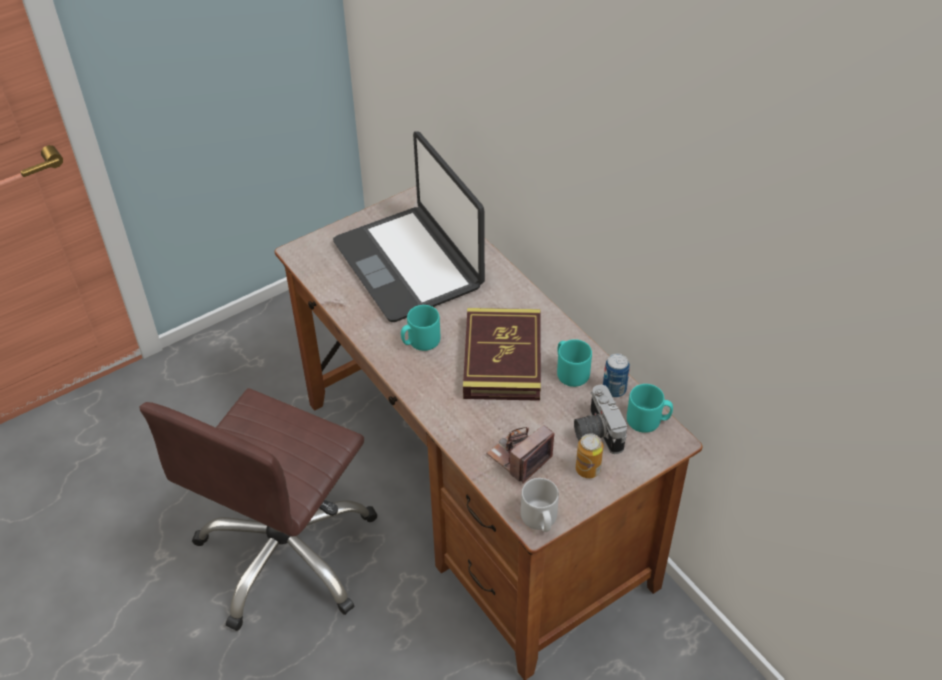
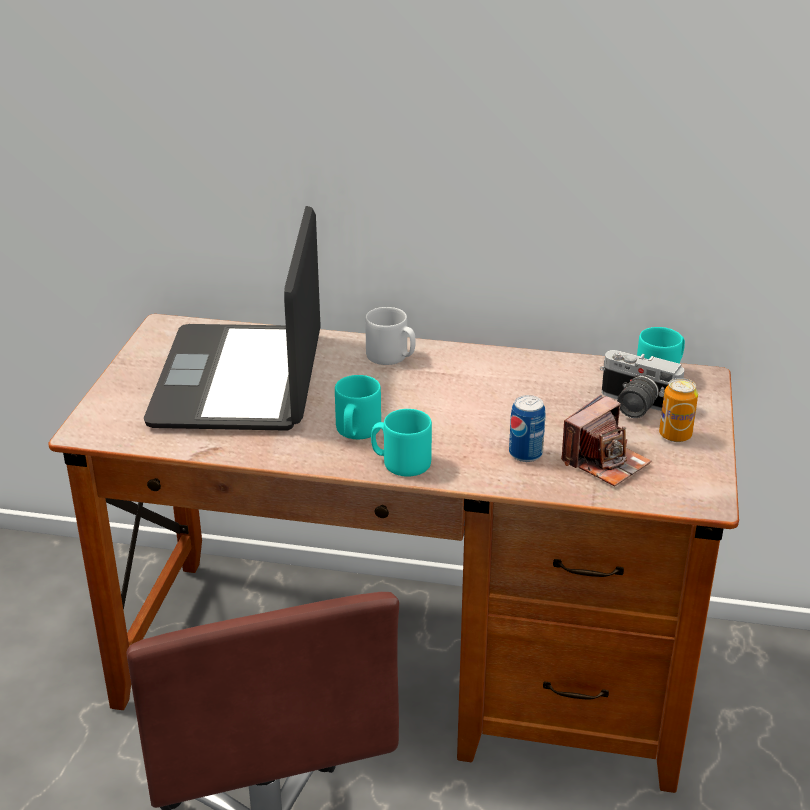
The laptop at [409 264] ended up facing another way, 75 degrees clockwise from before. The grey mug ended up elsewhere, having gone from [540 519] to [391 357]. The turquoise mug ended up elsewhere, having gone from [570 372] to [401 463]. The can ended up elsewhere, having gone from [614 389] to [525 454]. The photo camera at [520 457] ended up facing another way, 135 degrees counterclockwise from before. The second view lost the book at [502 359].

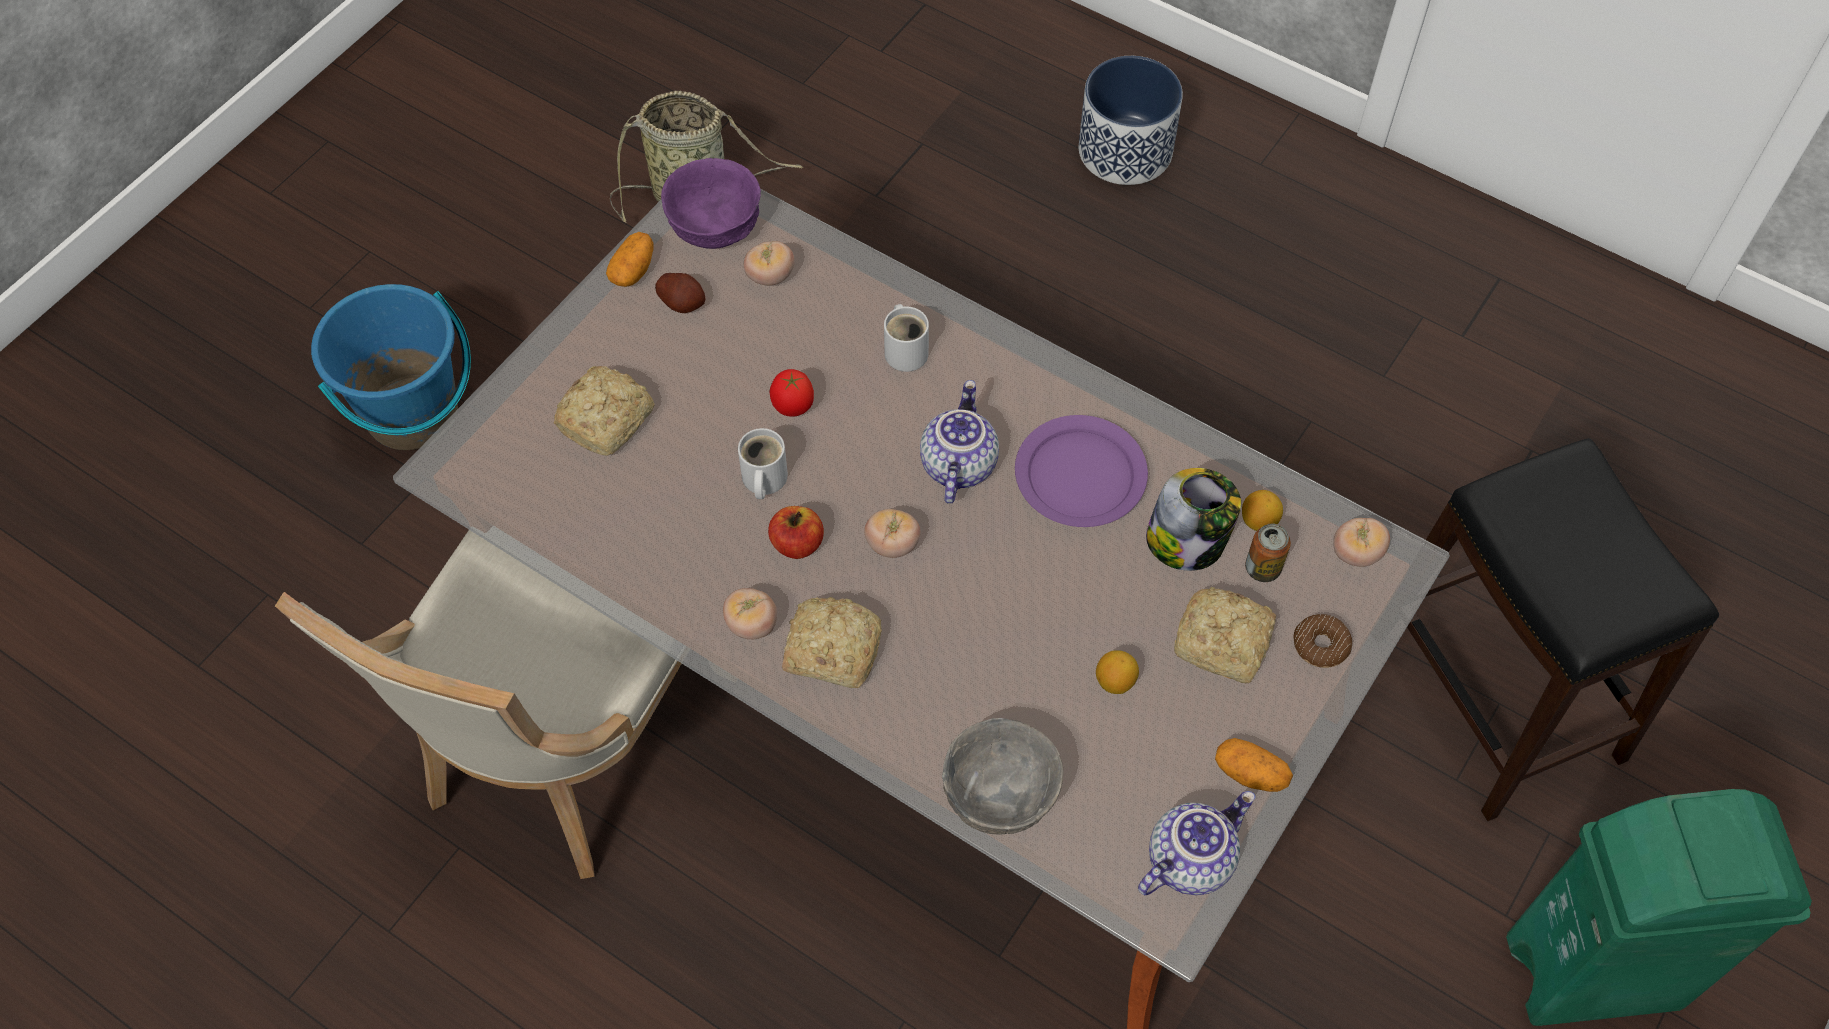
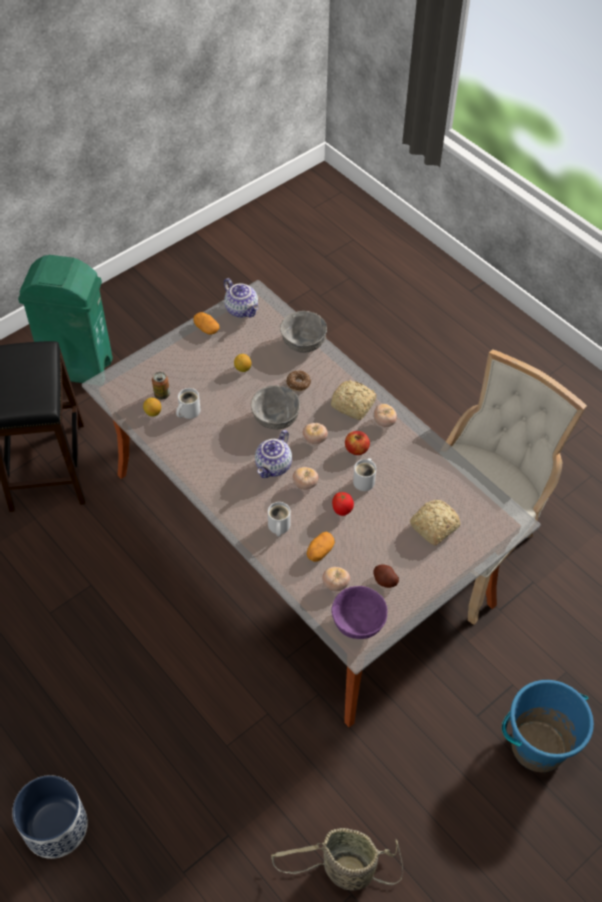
Where the jar stood at [1187 542], the white mug came to stand at [187 411]. The teapot at [1189 859] ended up facing another way, 105 degrees counterclockwise from before. The second view gained the grey bowl at [275 418]. The donut ended up elsewhere, having gone from [1321 645] to [298 383]. The tomato ended up elsewhere, having gone from [1356 553] to [305 484]. The potato ended up elsewhere, having gone from [633 270] to [320 551]. The second view lost the purple plate at [1079 474]. The second view lost the bread at [1224 644].

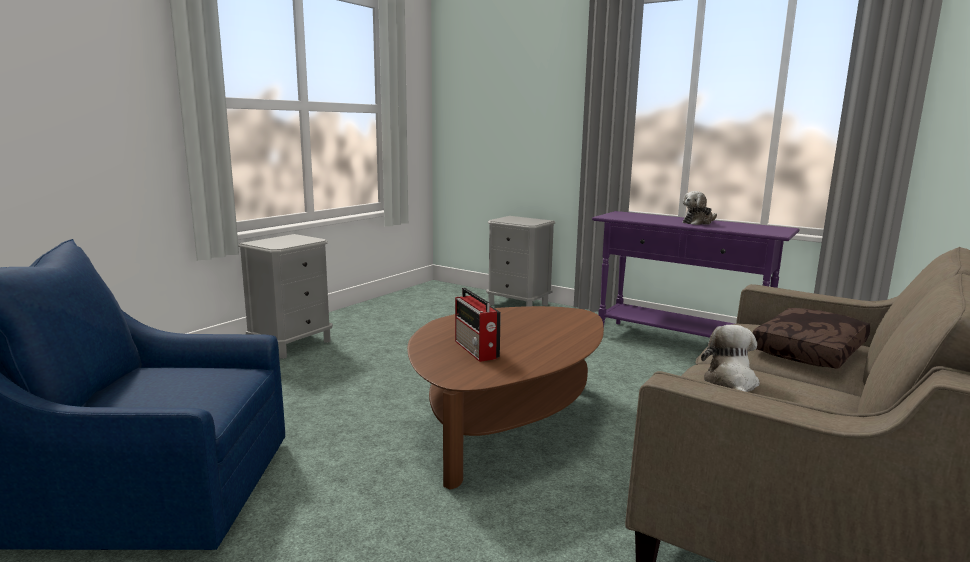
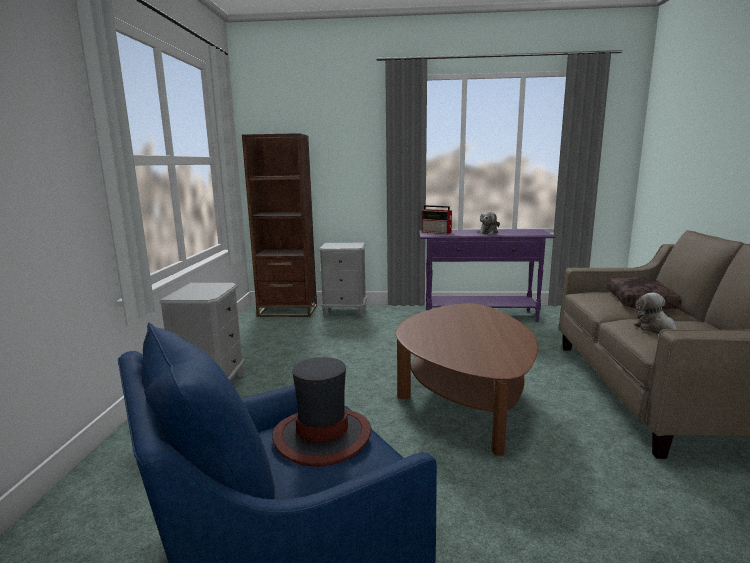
The second view gained the brown bookcase at [287 311]. The second view gained the hat at [322 436]. The radio ended up elsewhere, having gone from [476 350] to [437 232].

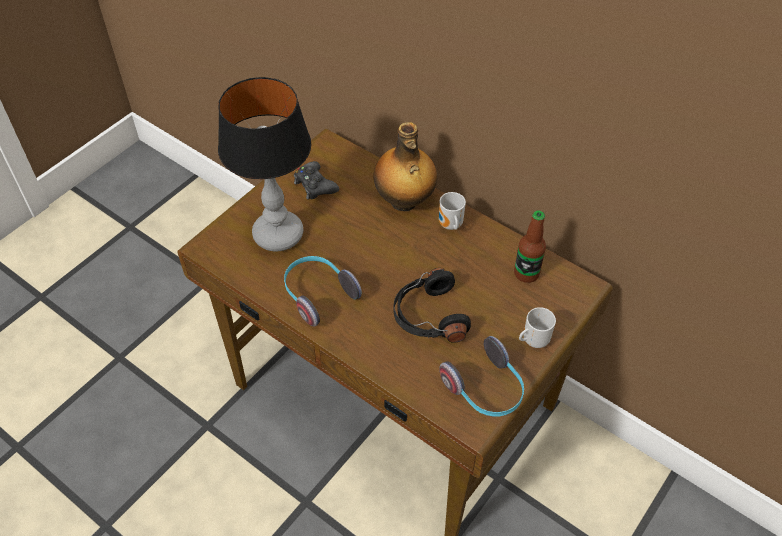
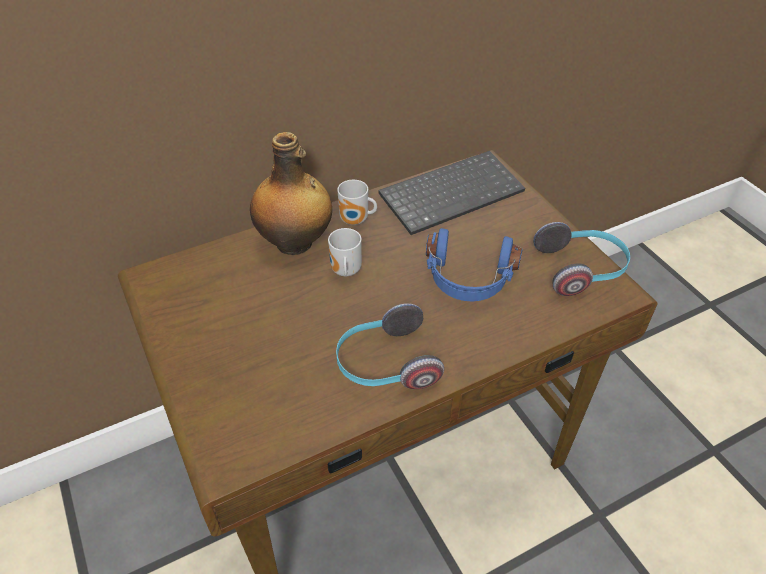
The mug ended up elsewhere, having gone from [533 340] to [344 272]. Where the bottle stood at [526 273], the keyboard came to stand at [452 192]. What was the black headphones at [428 316] turned into the blue headphones at [468 279]. The second view lost the table lamp at [277 235]. The second view lost the black game controller at [315 185].

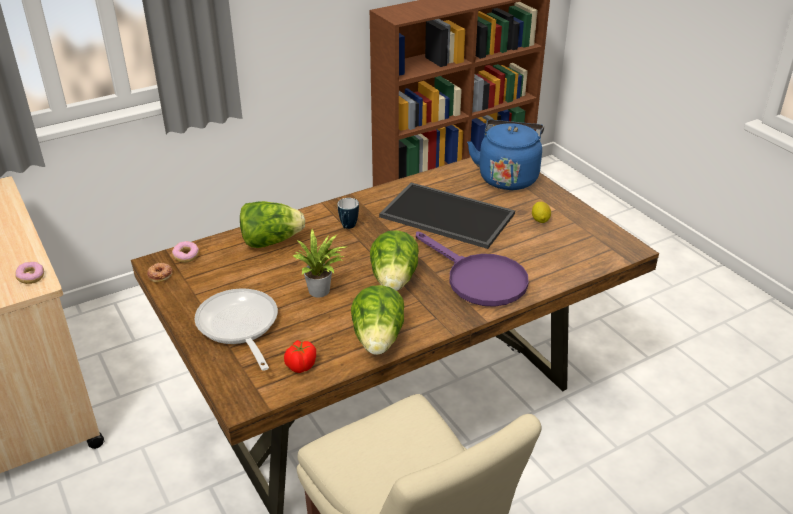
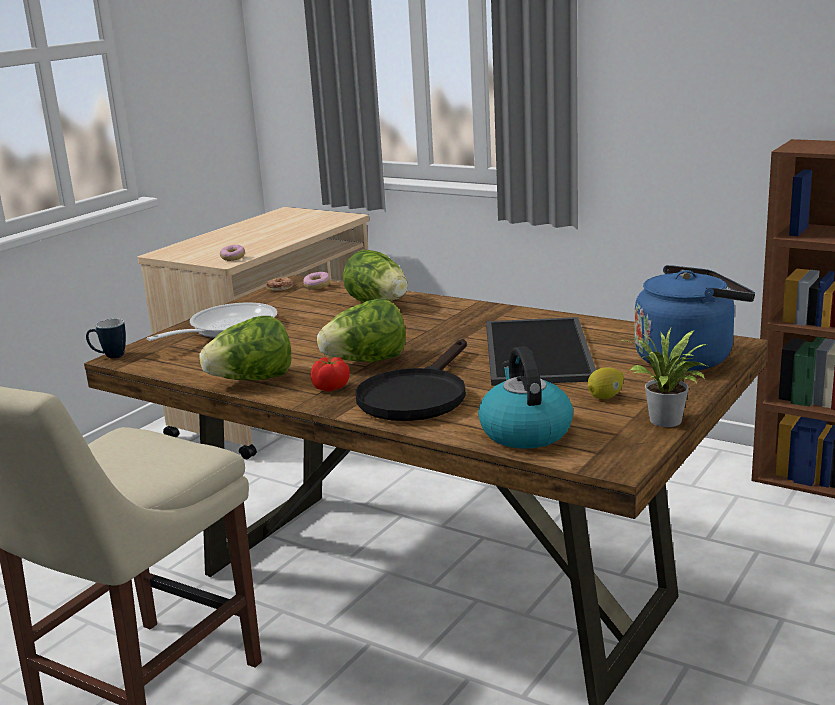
The mug ended up elsewhere, having gone from [347 228] to [109 356]. The tomato ended up elsewhere, having gone from [301 366] to [331 388]. What was the purple frying pan at [478 279] turned into the black frying pan at [417 395]. The second view gained the kettle at [524 432]. The potted plant ended up elsewhere, having gone from [321 291] to [666 422].

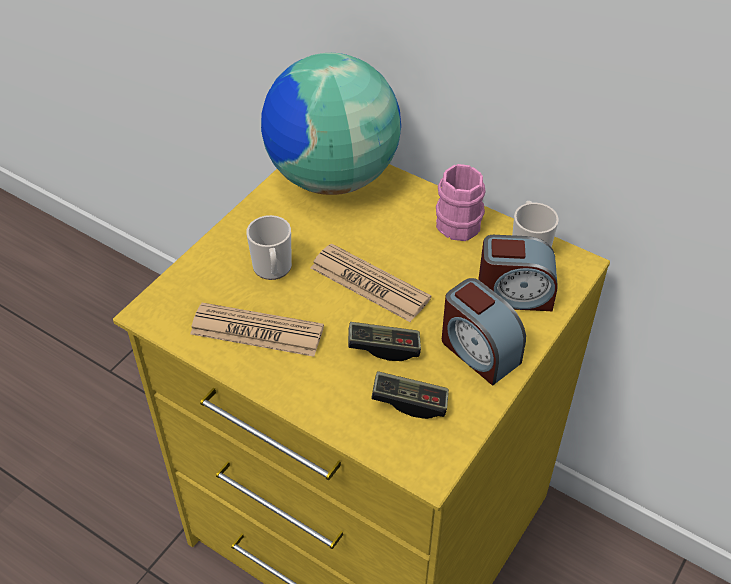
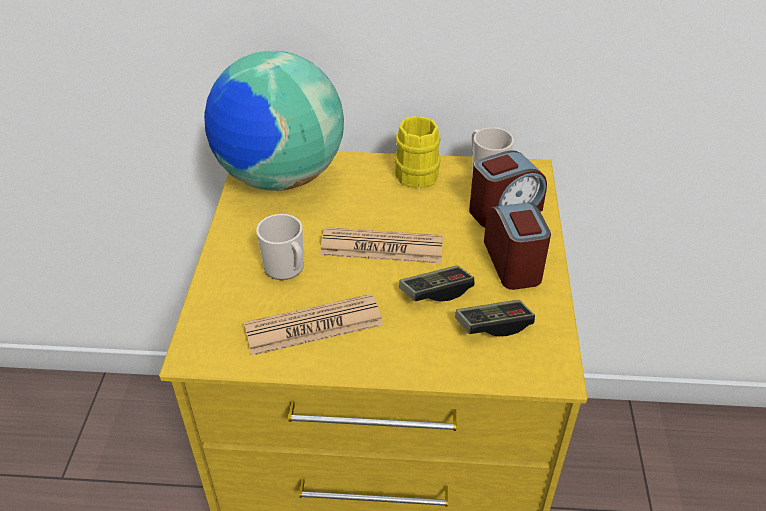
What was the pink mug at [459 219] turned into the yellow mug at [414 171]. The alarm clock at [478 351] ended up facing another way, 120 degrees counterclockwise from before.

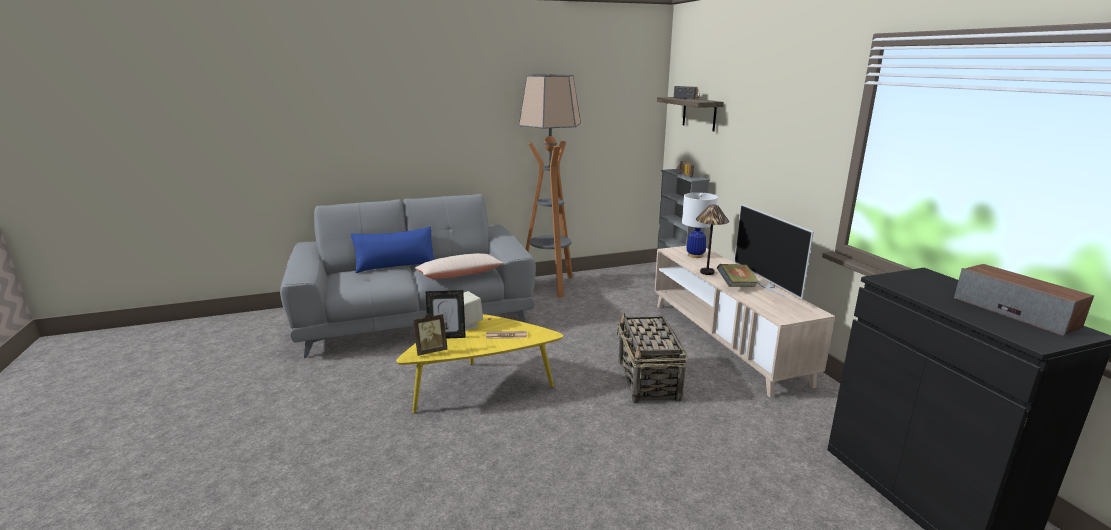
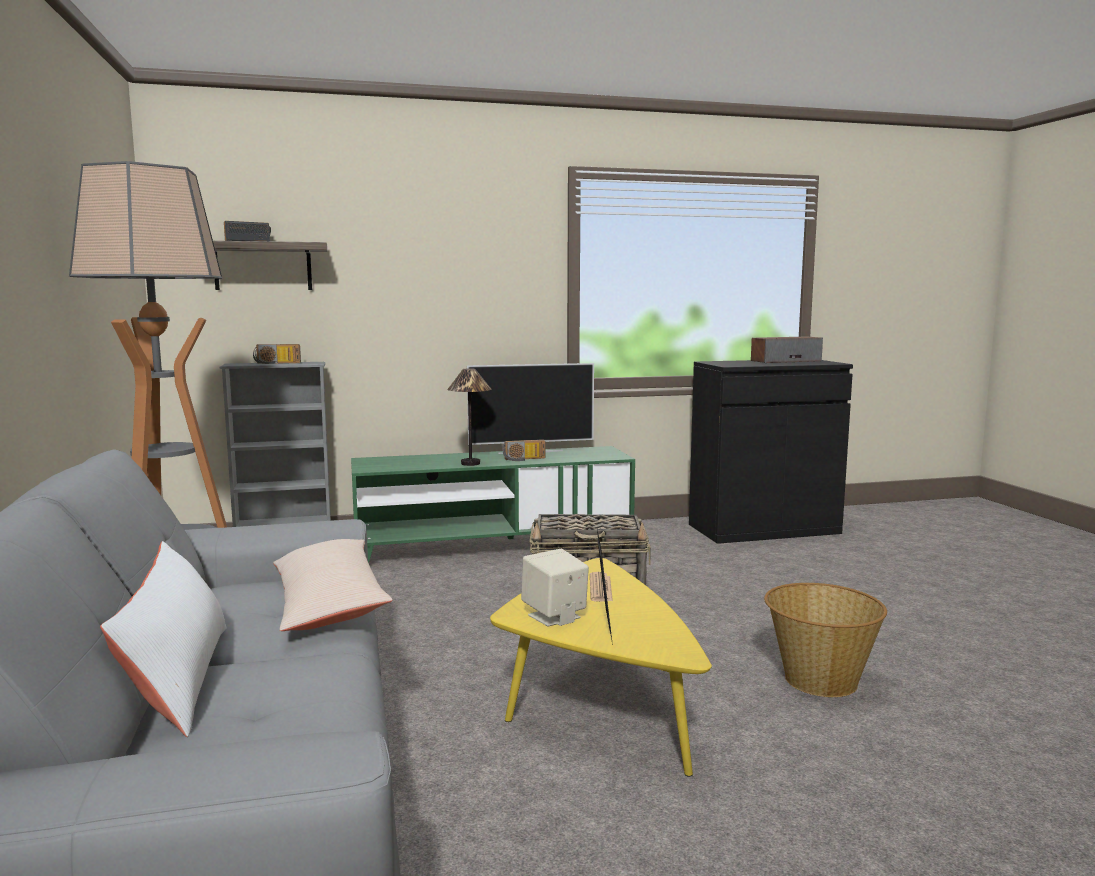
What was the blue pillow at [395 265] turned into the white pillow at [178 678]. What was the beige tv stand at [725 341] turned into the green tv stand at [493 548]. Where the book stood at [736 286], the radio came to stand at [524 459]. The second view gained the basket at [819 680]. The second view lost the picture frame at [431 351]. The second view lost the white table lamp at [695 255].

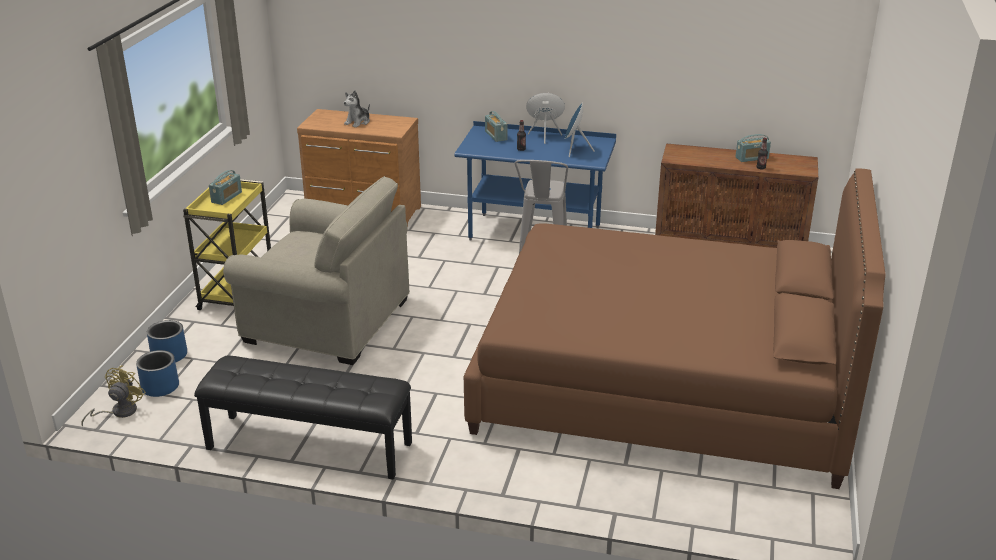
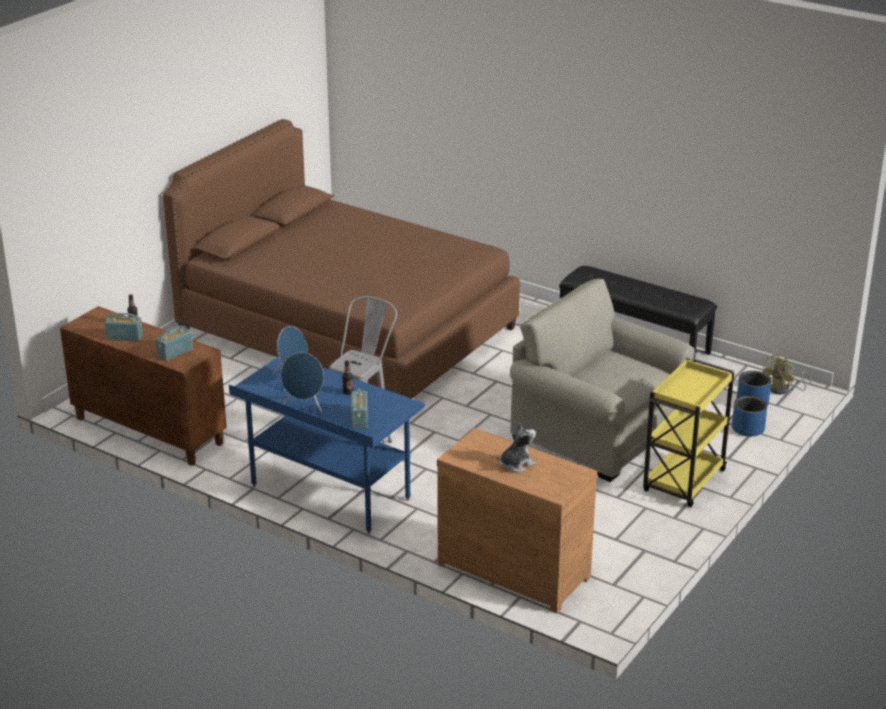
The radio ended up elsewhere, having gone from [226 197] to [175 352].

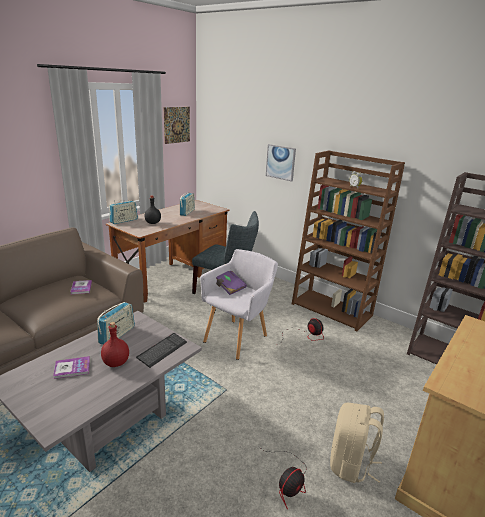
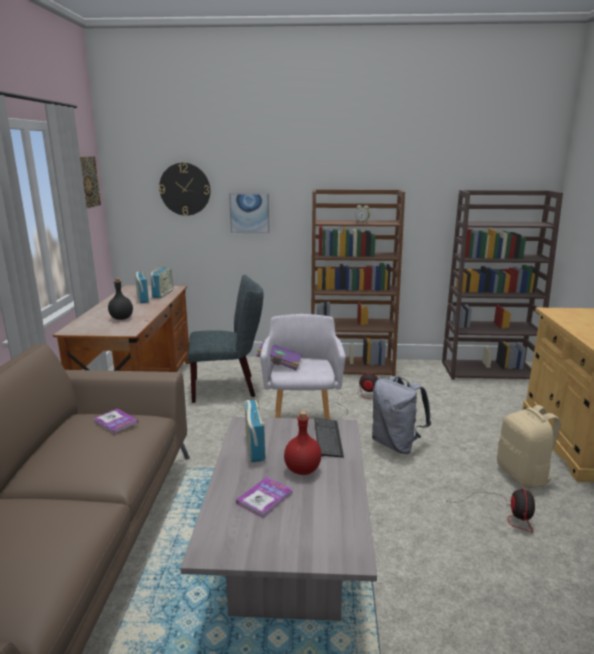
The radio ended up elsewhere, having gone from [124 221] to [163 294]. The second view gained the wall clock at [185 189]. The second view gained the grey backpack at [396 444].

